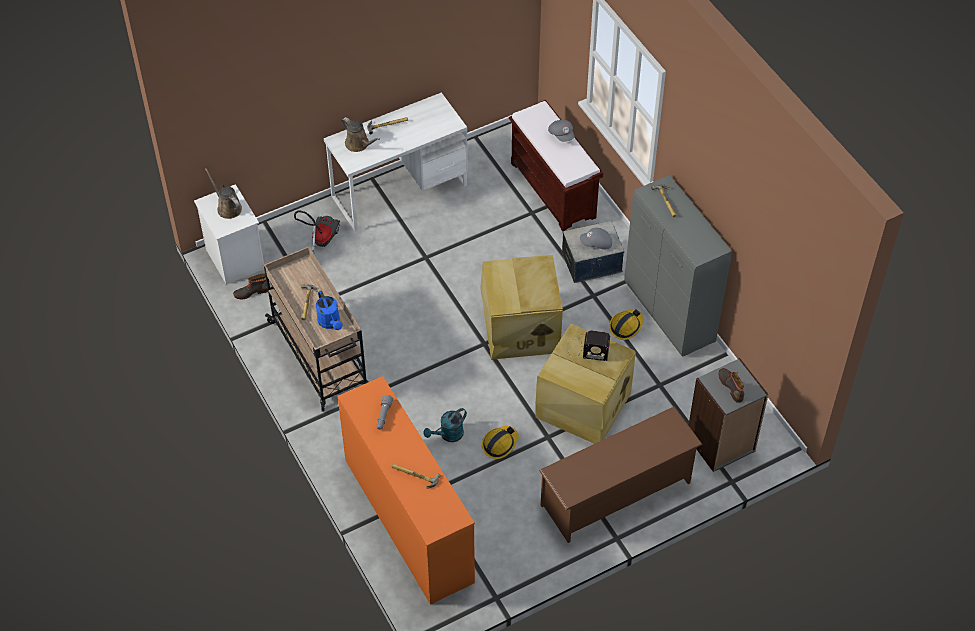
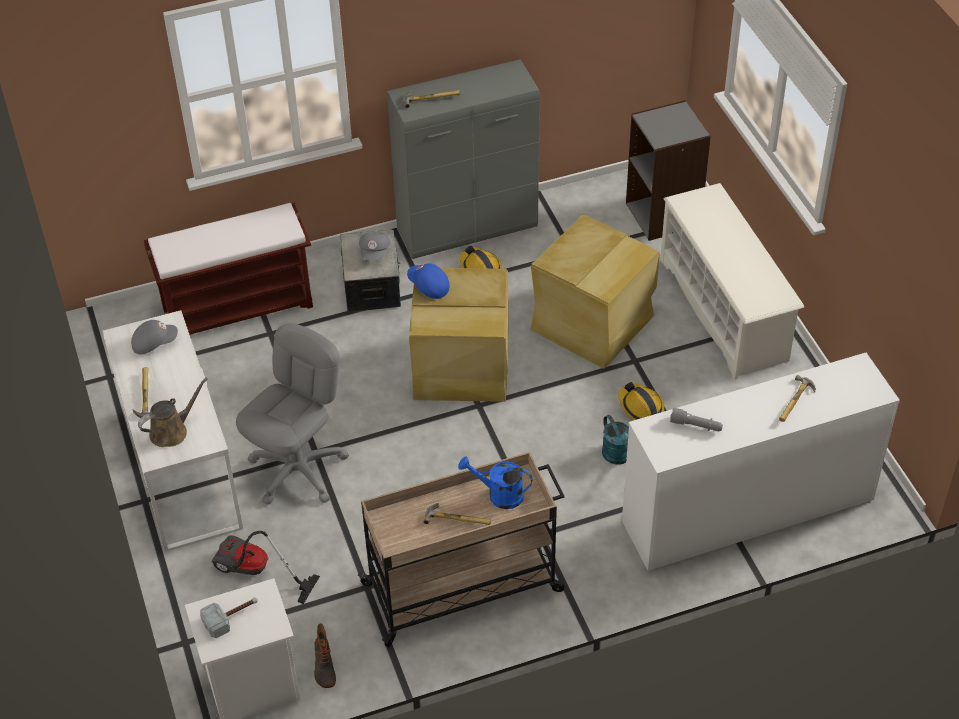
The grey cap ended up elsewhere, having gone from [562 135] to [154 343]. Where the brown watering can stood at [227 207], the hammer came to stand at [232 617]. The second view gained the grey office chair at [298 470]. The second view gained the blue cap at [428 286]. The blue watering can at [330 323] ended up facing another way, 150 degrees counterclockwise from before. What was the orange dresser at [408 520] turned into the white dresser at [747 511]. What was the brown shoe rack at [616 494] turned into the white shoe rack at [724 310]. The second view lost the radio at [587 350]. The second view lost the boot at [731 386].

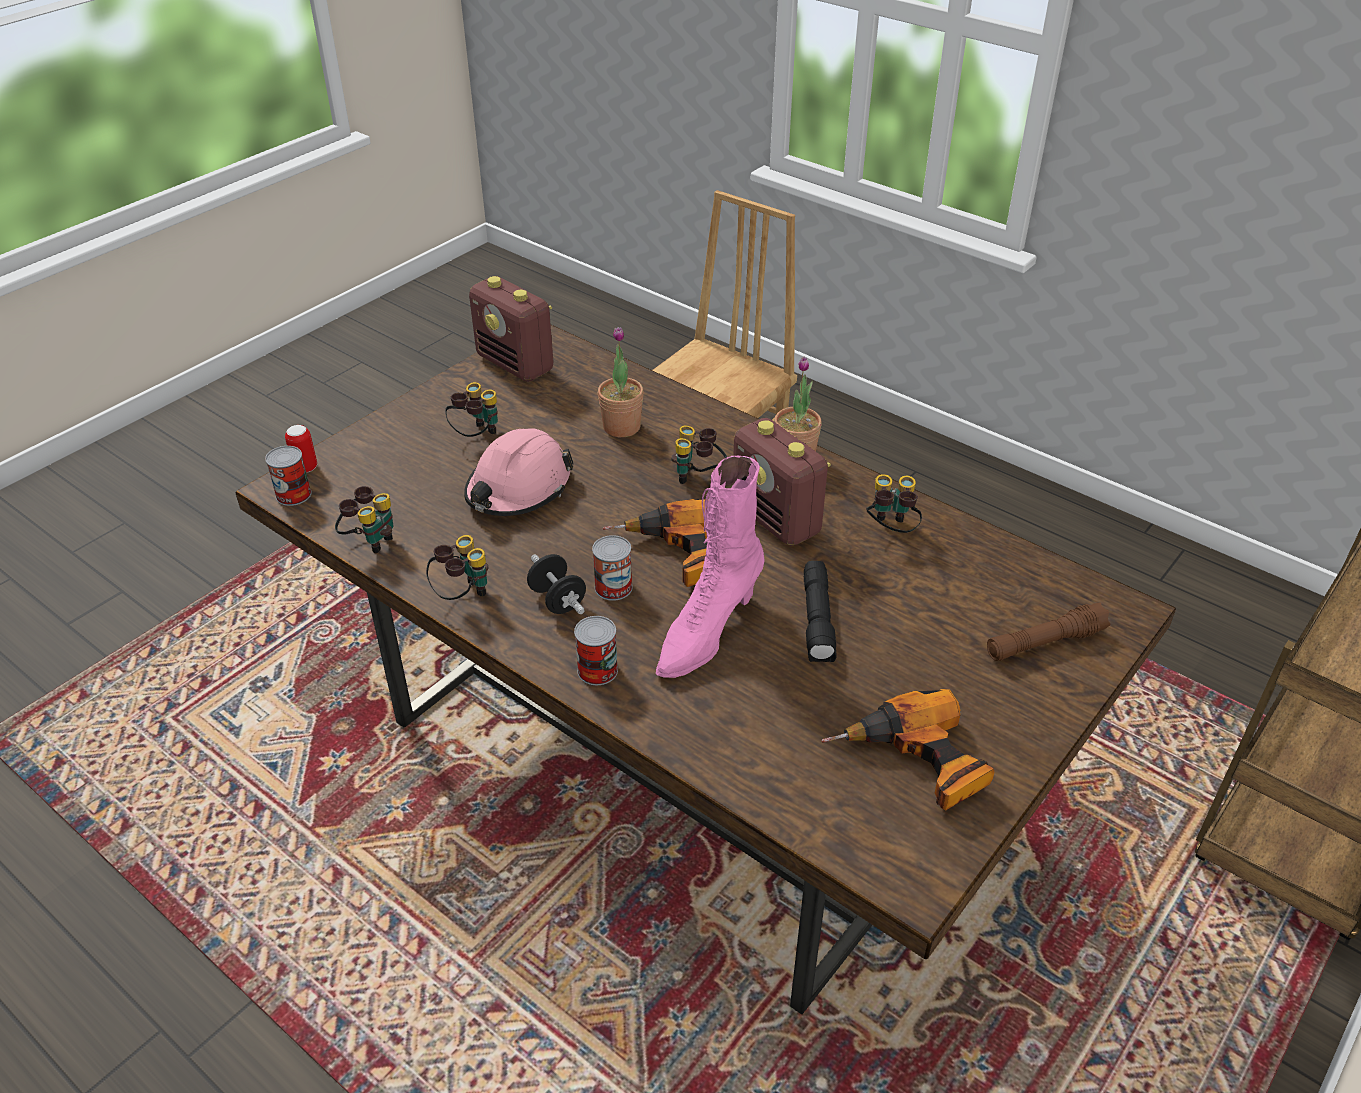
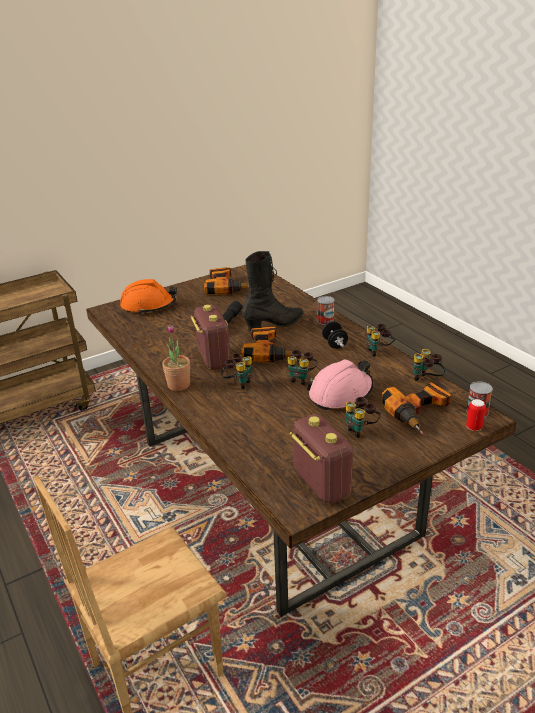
Where the brown flashlight stood at [1044 643], the orange hard hat came to stand at [148 305]. What was the pink boot at [707 632] turned into the black boot at [274 325]. The binoculars ended up elsewhere, having gone from [890 530] to [301 379]. The second view gained the power drill at [420 413]. The second view lost the can at [613 587]. The second view lost the potted plant at [621 427].

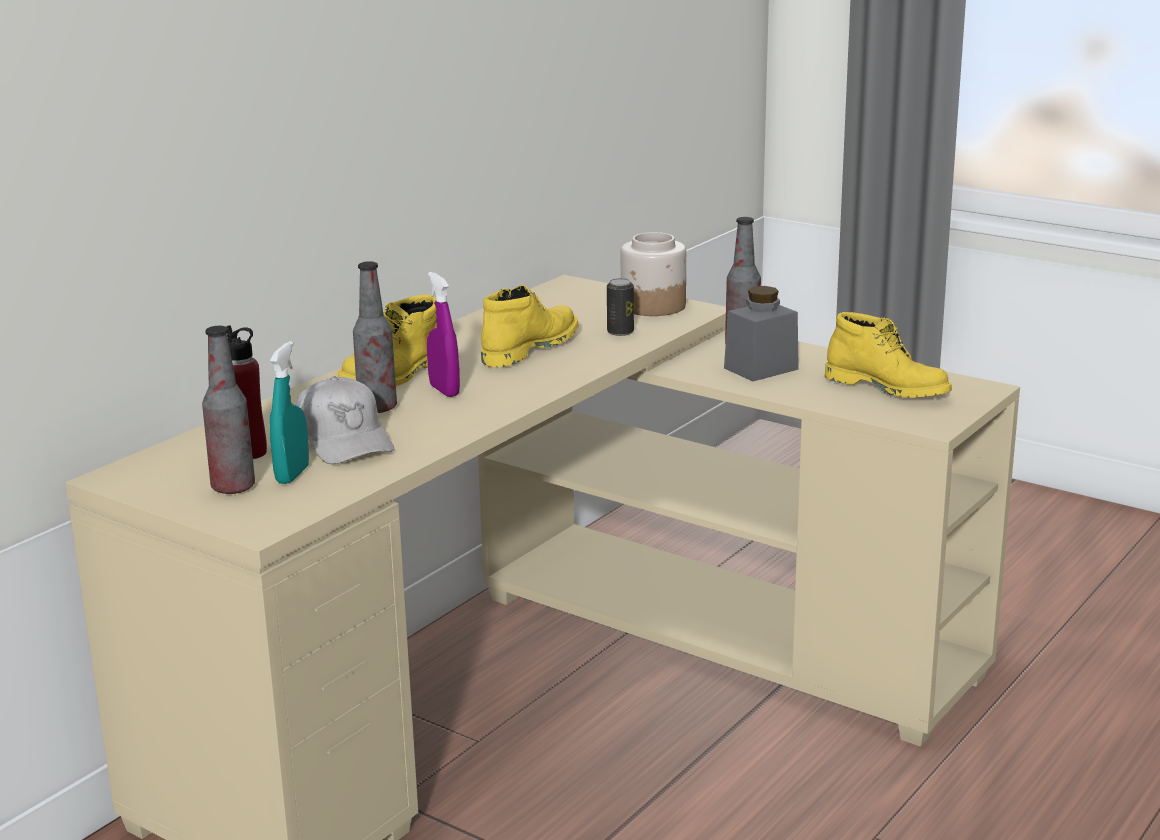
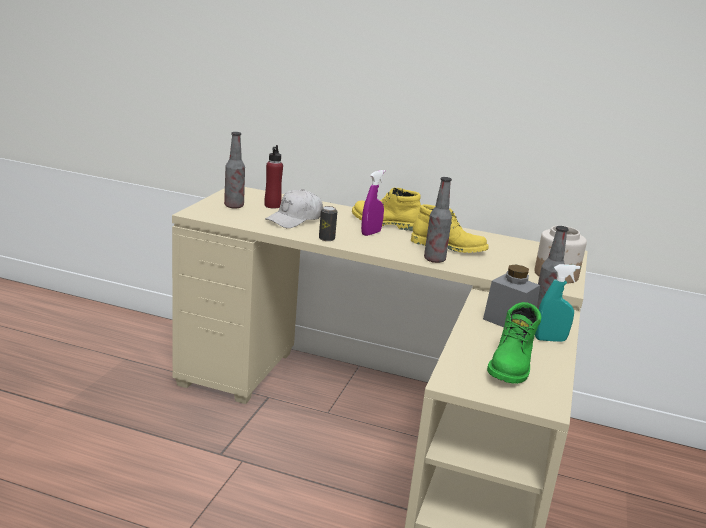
The can ended up elsewhere, having gone from [620 332] to [326 239]. The bottle ended up elsewhere, having gone from [377 408] to [434 260]. What was the yellow boot at [888 388] turned into the green boot at [512 365]. The turquoise spray bottle ended up elsewhere, having gone from [292 475] to [550 340].

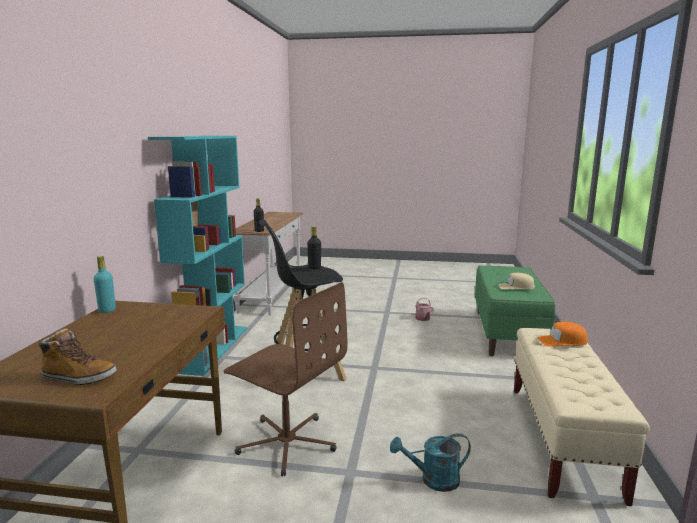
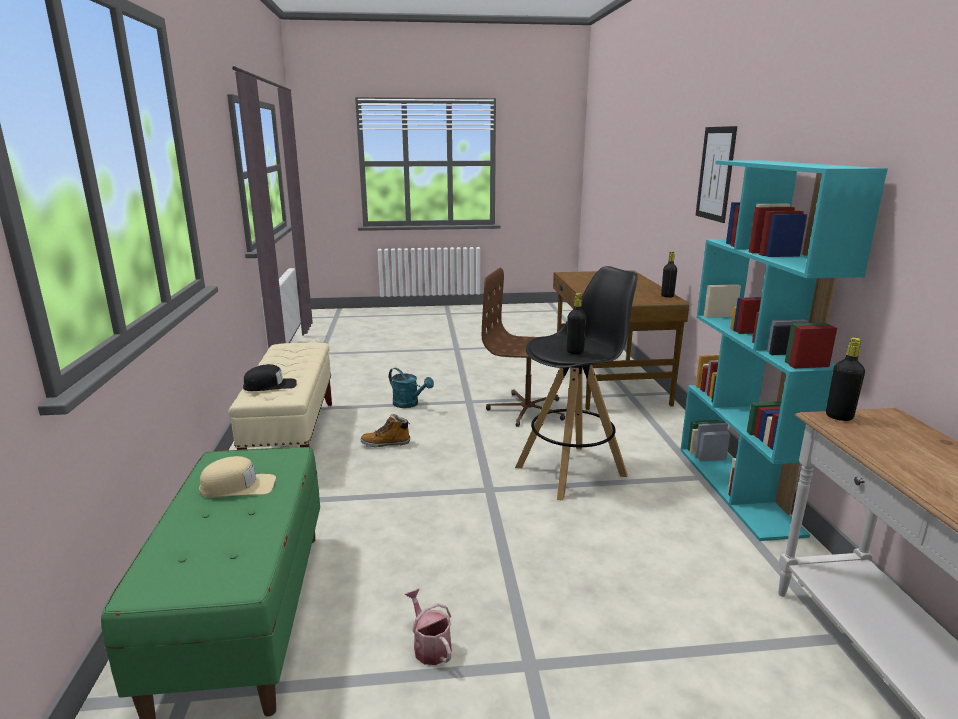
What was the orange cap at [562 341] turned into the black cap at [270 385]. The boot ended up elsewhere, having gone from [78 377] to [386 443]. The turquoise watering can at [433 480] ended up facing another way, 60 degrees clockwise from before. What was the turquoise bottle at [107 310] turned into the black bottle at [667 296]. The second view gained the picture at [715 174].

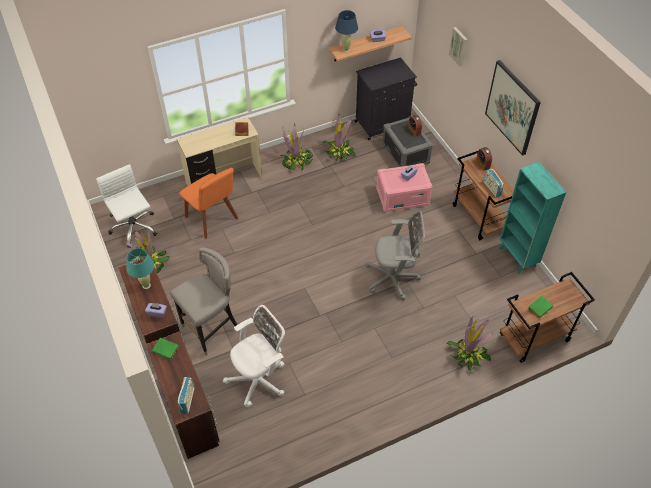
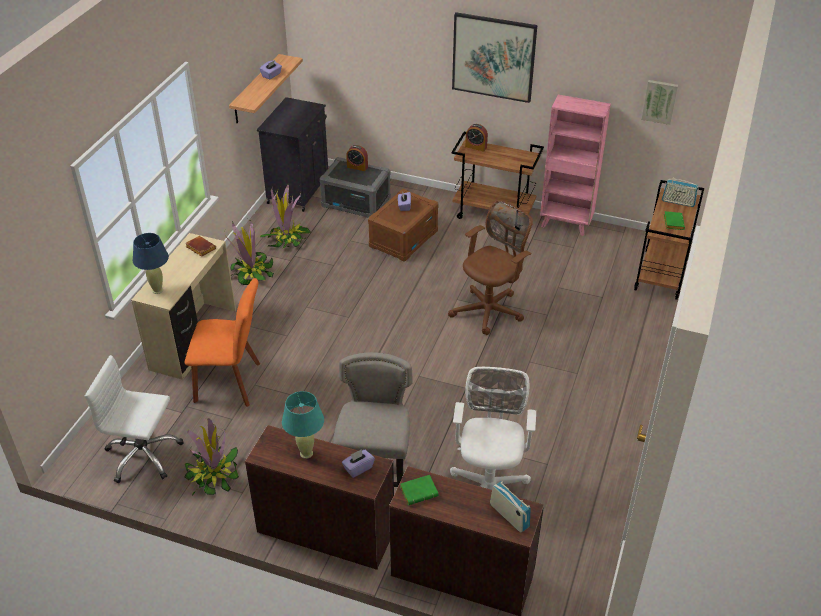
The blue table lamp ended up elsewhere, having gone from [346 49] to [157 290]. What was the pink storage box at [402 196] turned into the brown storage box at [403 239]. What was the grey office chair at [394 279] turned into the brown office chair at [490 310]. What was the turquoise bookcase at [517 257] turned into the pink bookcase at [566 224]. The picture ended up elsewhere, having gone from [459 46] to [659 101]. The radio ended up elsewhere, having gone from [492 188] to [678 202]. The second view lost the potted plant at [468 355].

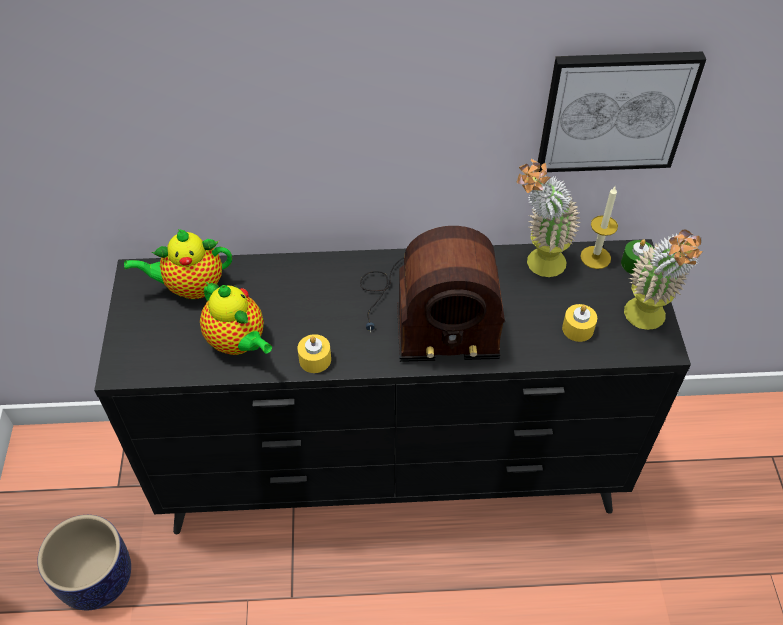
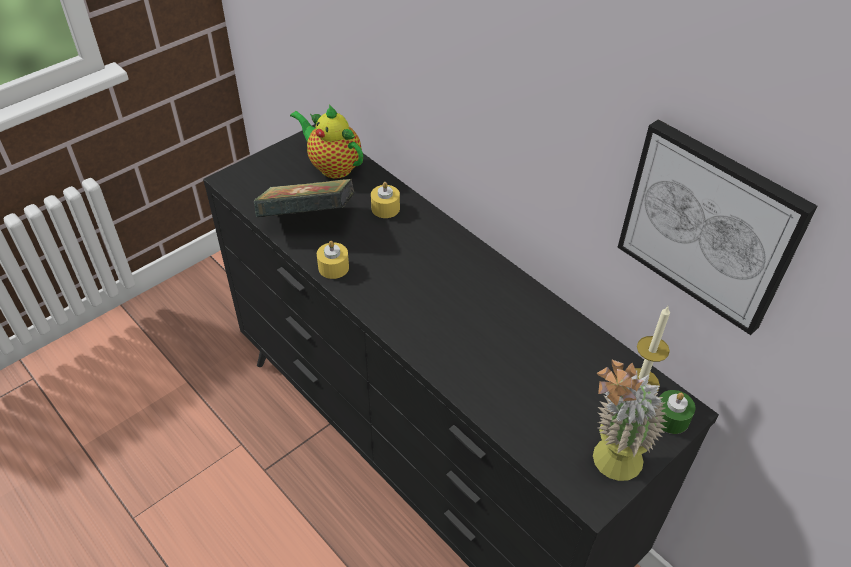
Where the teapot stood at [238 343], the book came to stand at [308 219]. The yellow candle ended up elsewhere, having gone from [577 329] to [385 208]. The second view lost the planter at [99 579]. The second view lost the radio at [427 314]. The second view lost the potted plant at [537 266].

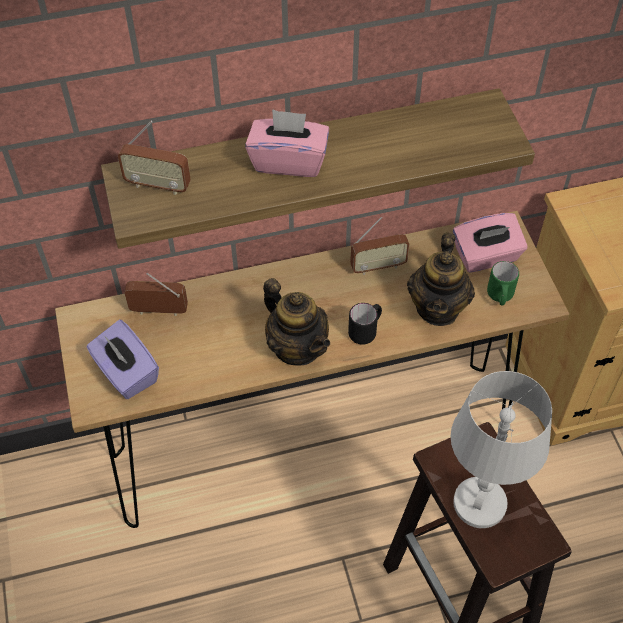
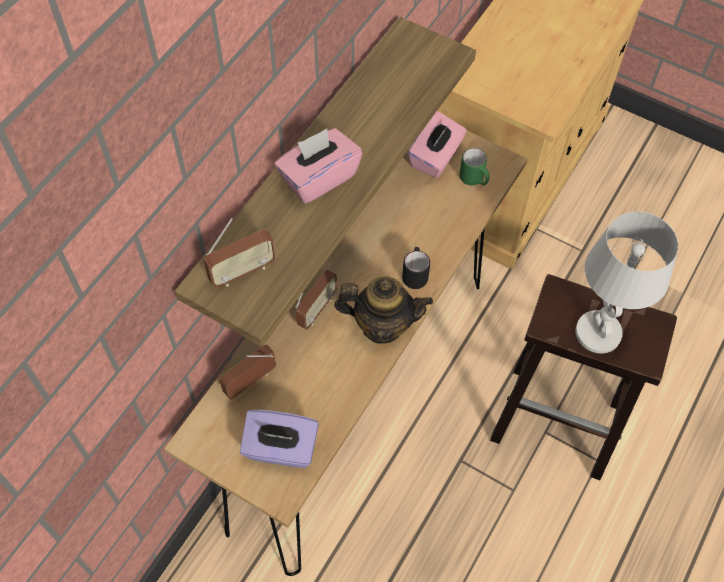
The radio ended up elsewhere, having gone from [378 266] to [316 310]. The second view lost the teapot at [438 308].

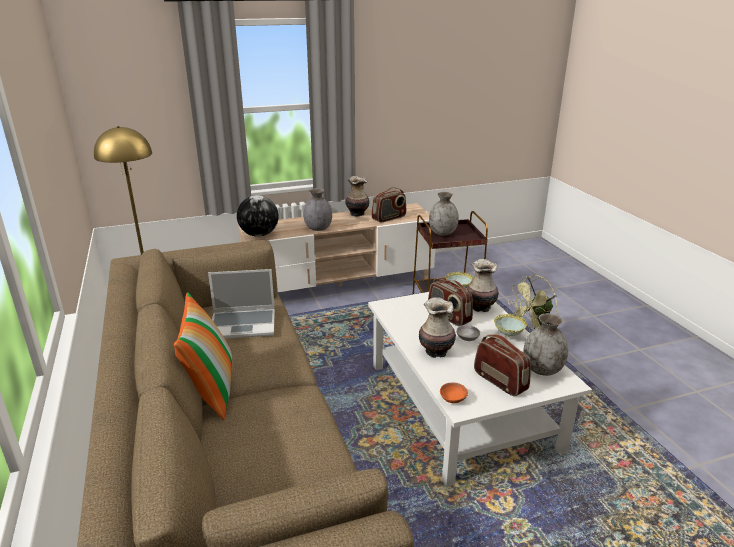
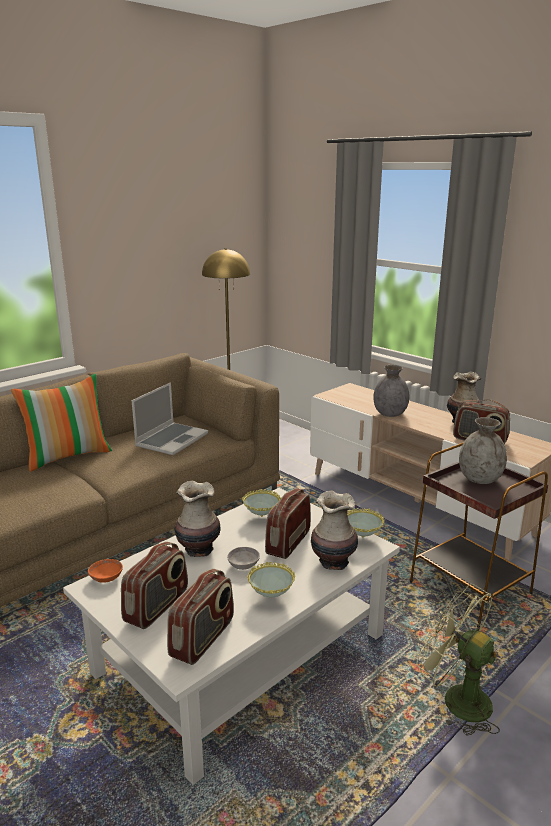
The laptop at [244 324] ended up facing another way, 120 degrees counterclockwise from before. Where the grey vase stood at [542 369], the radio came to stand at [203 638]. The second view gained the bowl at [261 516]. The second view lost the globe at [259 235].

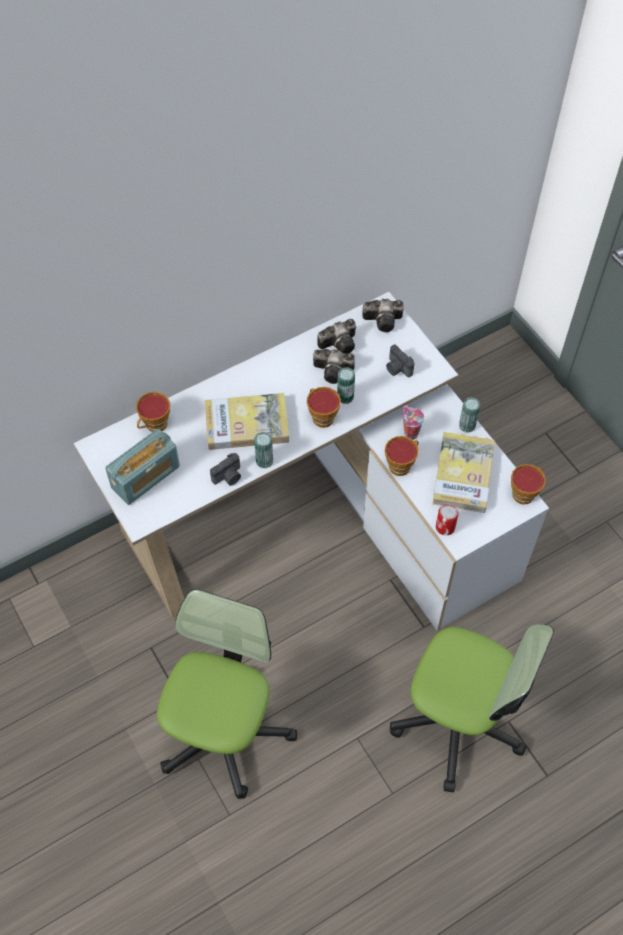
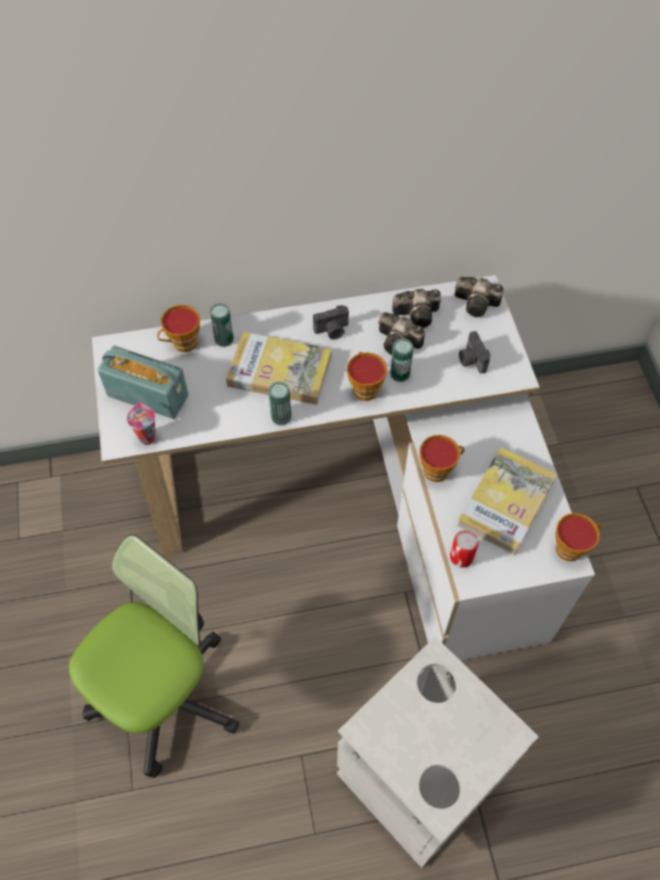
The radio at [146 477] ended up facing another way, 135 degrees counterclockwise from before. The cup ended up elsewhere, having gone from [410 434] to [147 437]. The can ended up elsewhere, having gone from [467 425] to [224 339]. The photo camera ended up elsewhere, having gone from [228 477] to [332 331]. Where the office chair stood at [458 721], the grey trash can came to stand at [419 778].

